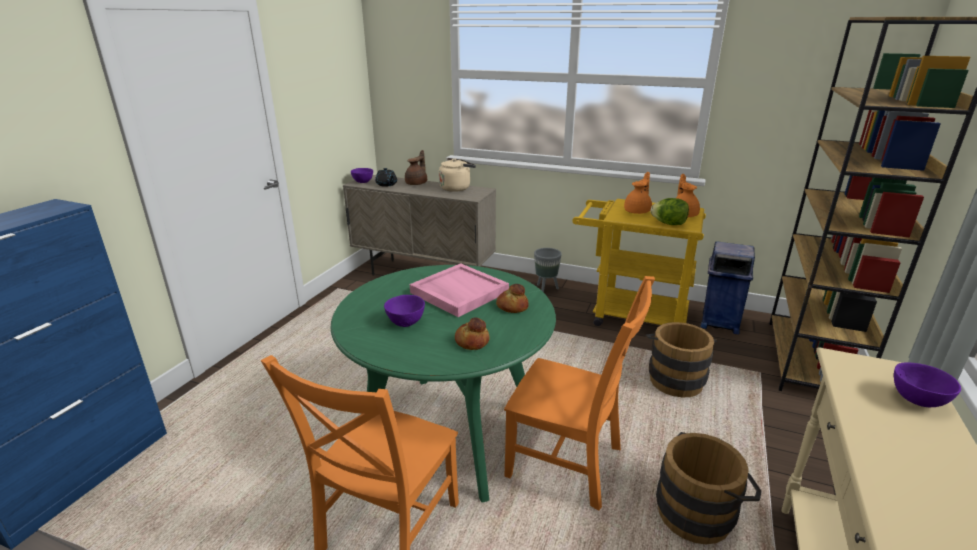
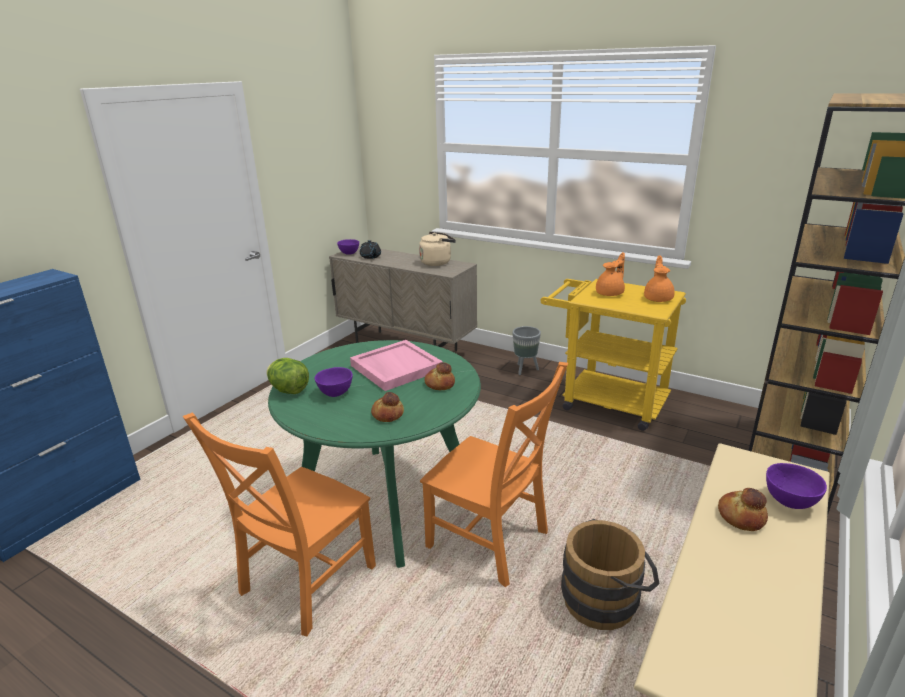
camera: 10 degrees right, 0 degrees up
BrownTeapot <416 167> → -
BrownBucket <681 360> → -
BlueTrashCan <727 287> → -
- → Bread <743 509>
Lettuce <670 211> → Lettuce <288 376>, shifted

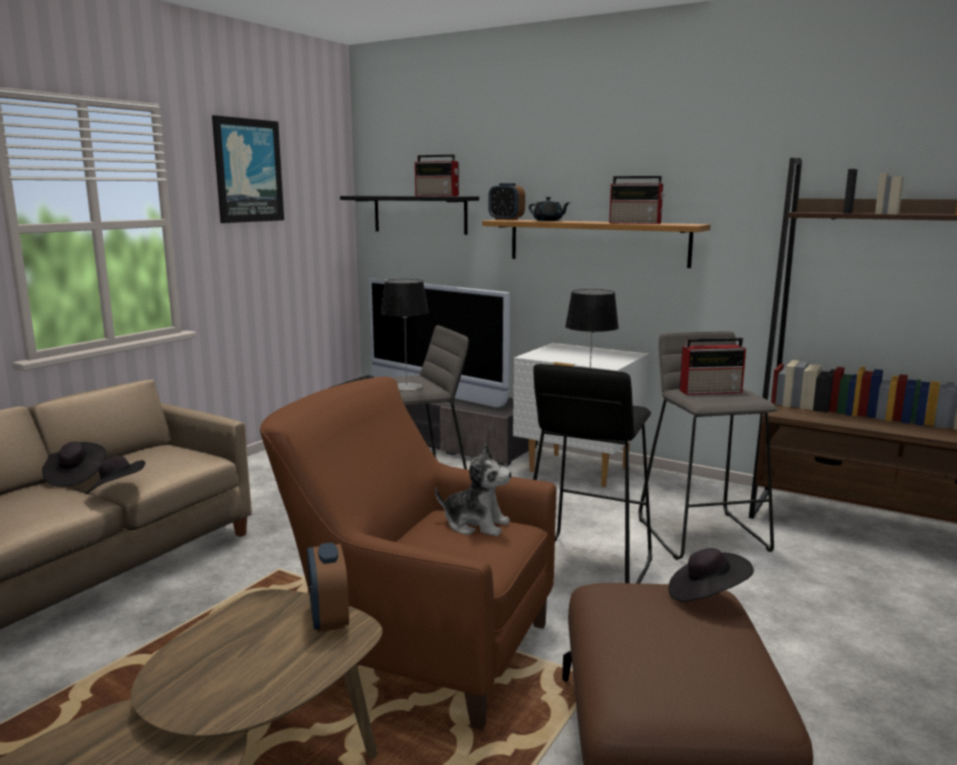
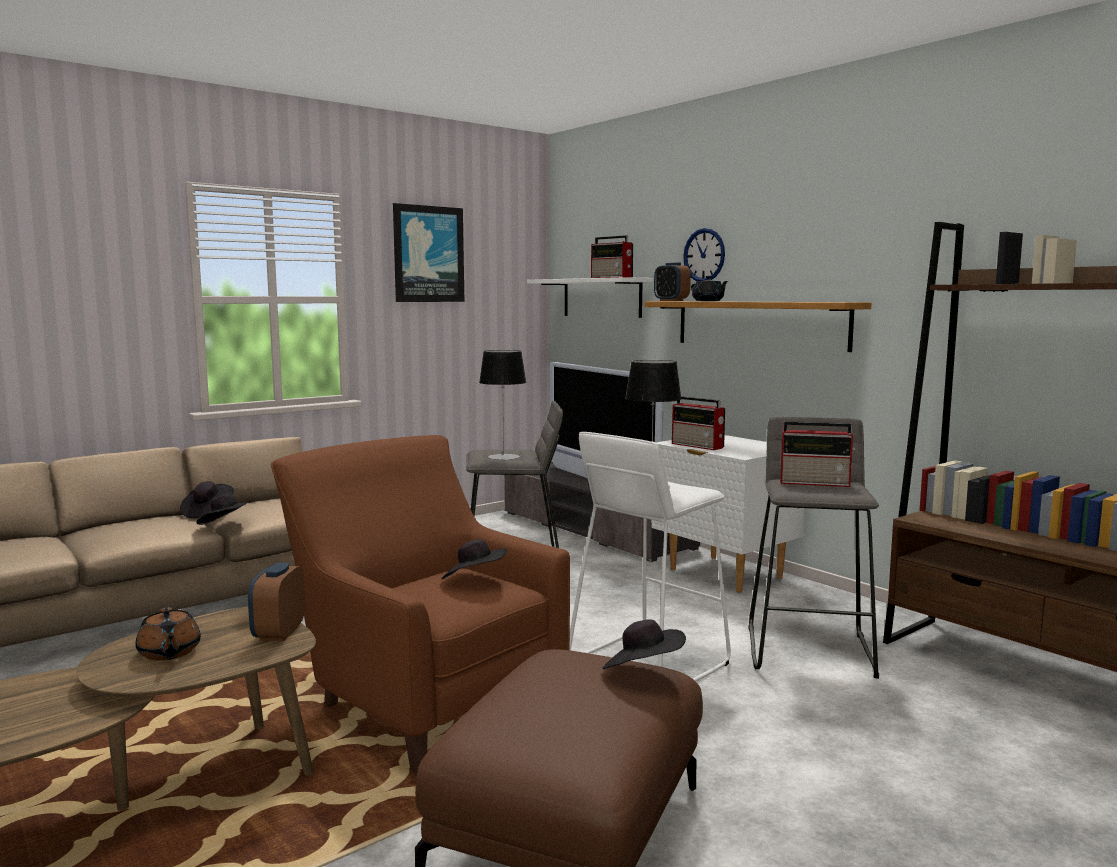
camera: 20 degrees right, 5 degrees down
- → BrownTeapot <168 634>
- → WallClock <704 254>
Radio <637 200> → Radio <698 423>, shifted
PlushToy <473 490> → BlackHat <474 559>
BlackShelf <409 215> → WhiteShelf <590 297>
BlackStool <592 474> → WhiteStool <650 556>

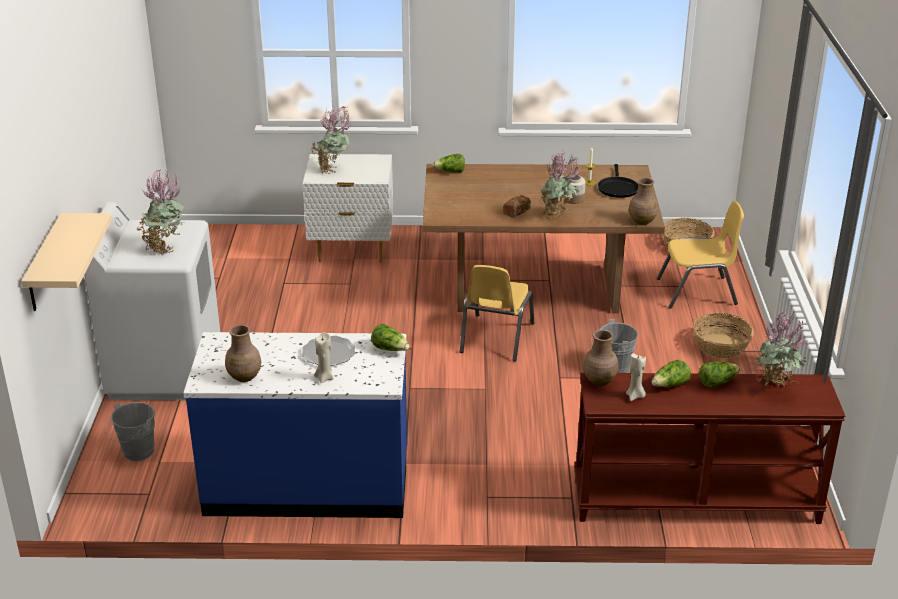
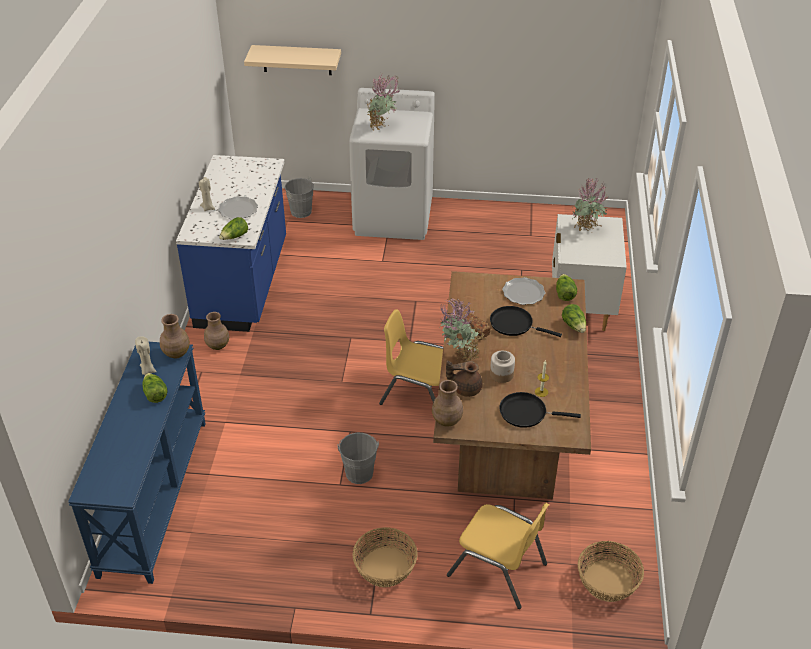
camera: 95 degrees right, 10 degrees up
PottedPlant <782 350> → -
- → BrownTeapot <464 378>
- → BlackFryingPan <526 321>
- → Plate <523 291>
BrownVase <243 353> → BrownVase <216 331>, shifted
Lettuce <719 374> → Lettuce <574 318>, shifted
BrownConsoleTable <710 448> → BlueConsoleTable <137 463>
YellowChair <700 255> → YellowChair <498 556>, 60 degrees counterclockwise

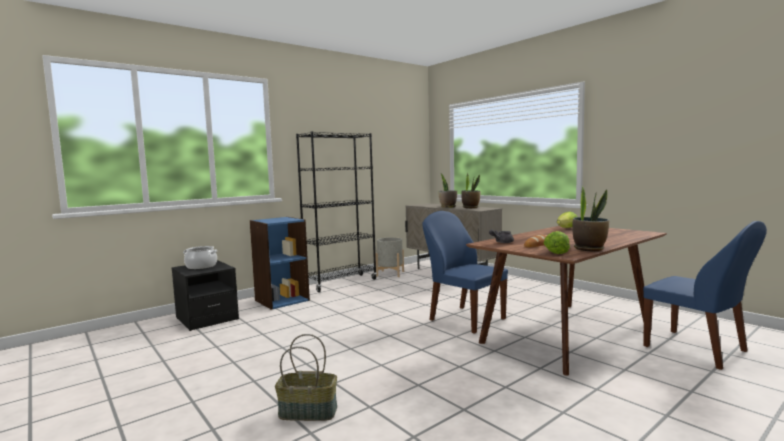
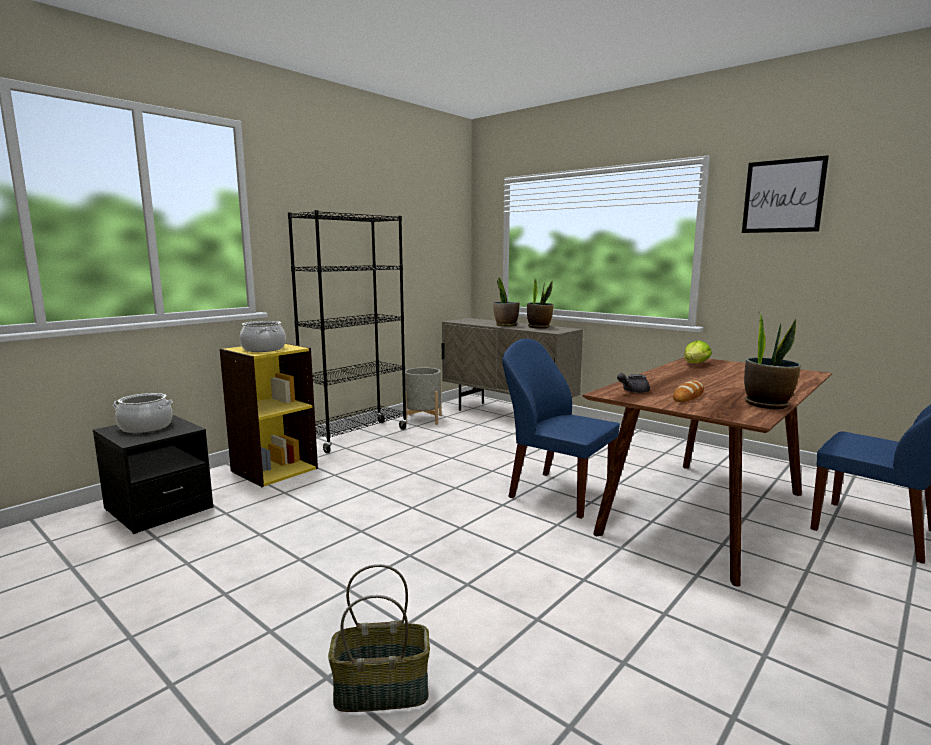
camera: 10 degrees left, 5 degrees up
Lettuce <557 242> → -
- → CookingPot <263 336>
- → Picture <785 194>
BlueBookcase <280 263> → YellowBookcase <268 415>

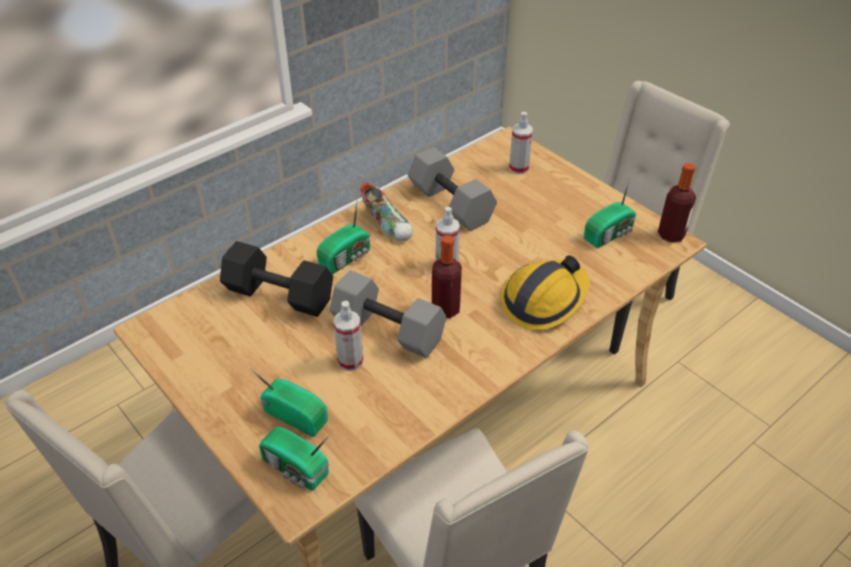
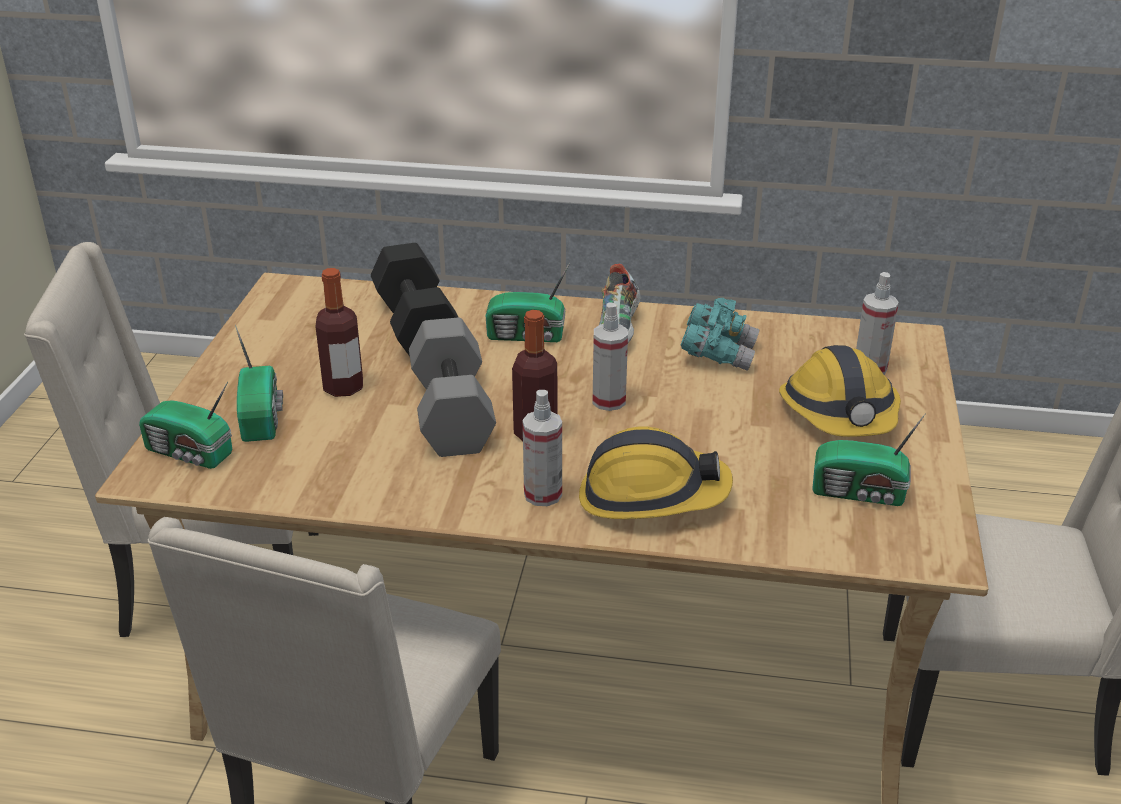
camera: 50 degrees right, 10 degrees down
- → HardHat <840 391>
SprayBottle <348 336> → SprayBottle <542 448>, shifted
Bottle <677 203> → Bottle <339 332>, shifted
GreyDumbbell <452 189> → TurquoiseBinoculars <720 334>
Radio <294 459> → Radio <185 425>, 60 degrees counterclockwise

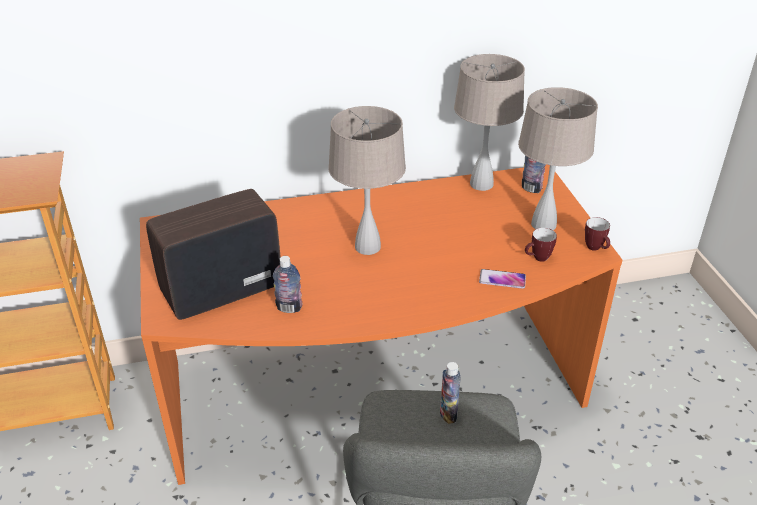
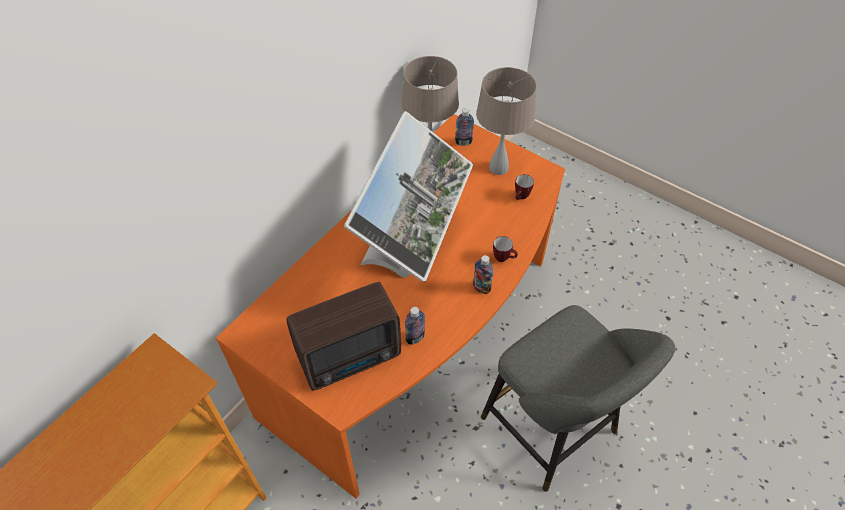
camera: 40 degrees left, 15 degrees up
Phone <502 279> → -
Bottle <450 393> → Bottle <483 274>, shifted
Mug <597 234> → Mug <505 249>, shifted
BeigeTableLamp <367 180> → Monitor <408 196>
Radio <213 254> → Radio <343 336>, 135 degrees counterclockwise

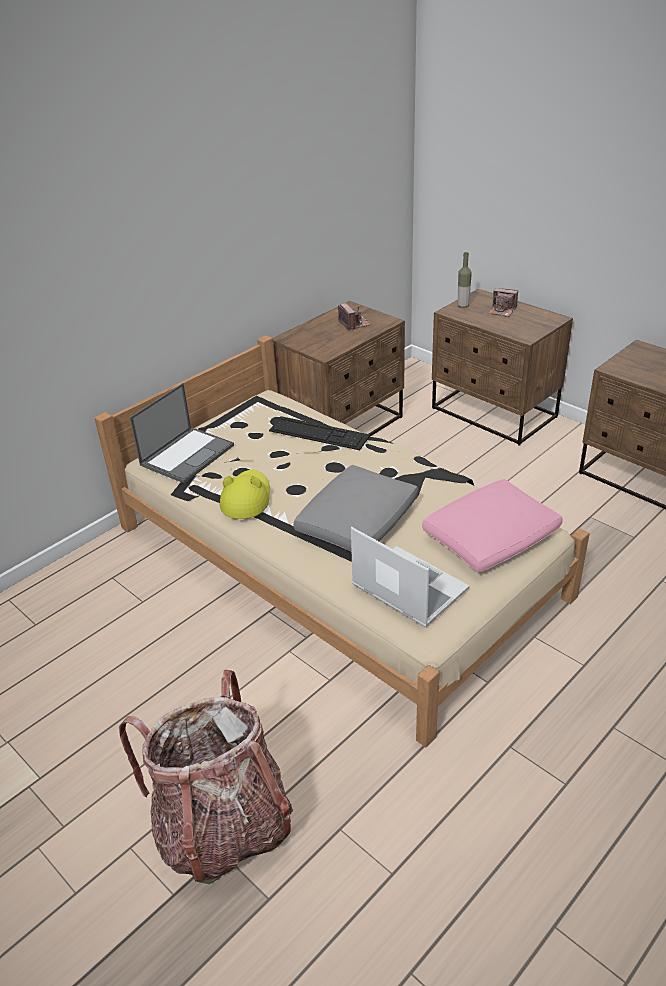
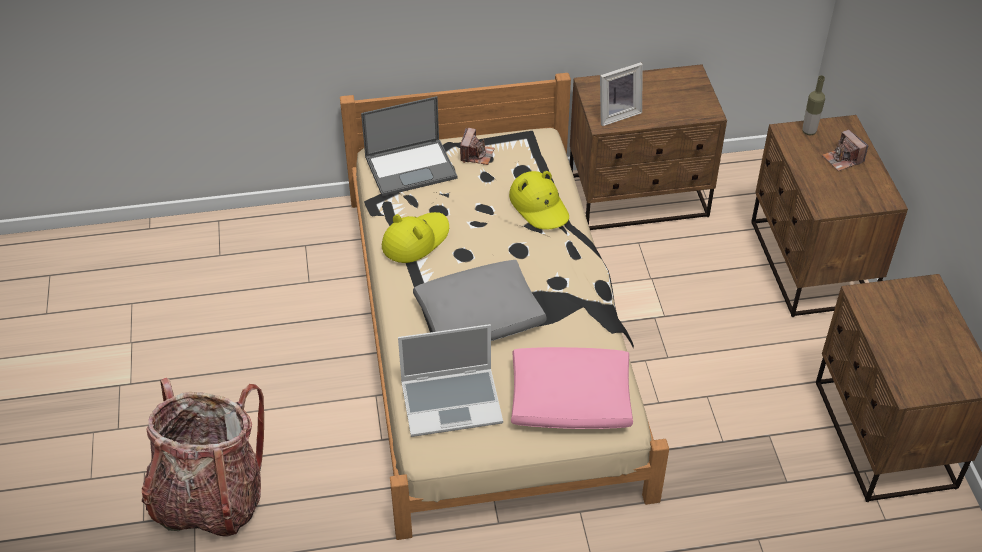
camera: 35 degrees right, 10 degrees up
- → PictureFrame <621 94>
PhotoCamera <354 316> → PhotoCamera <477 146>, shifted
Keyboard <319 433> → YellowHat <539 200>
Laptop <410 577> → Laptop <450 380>, 90 degrees clockwise

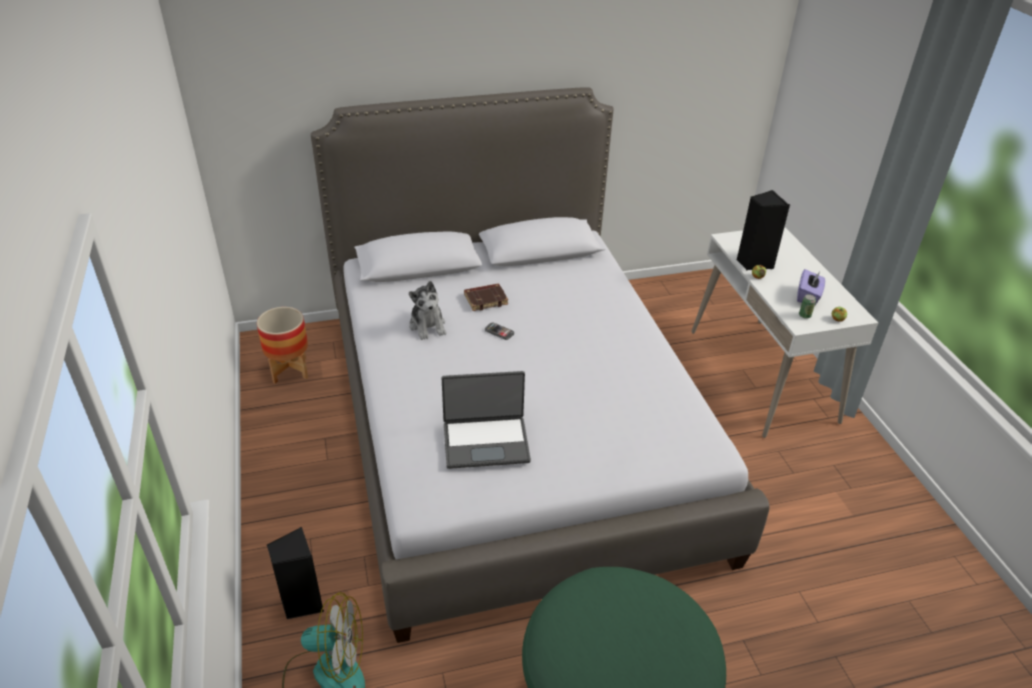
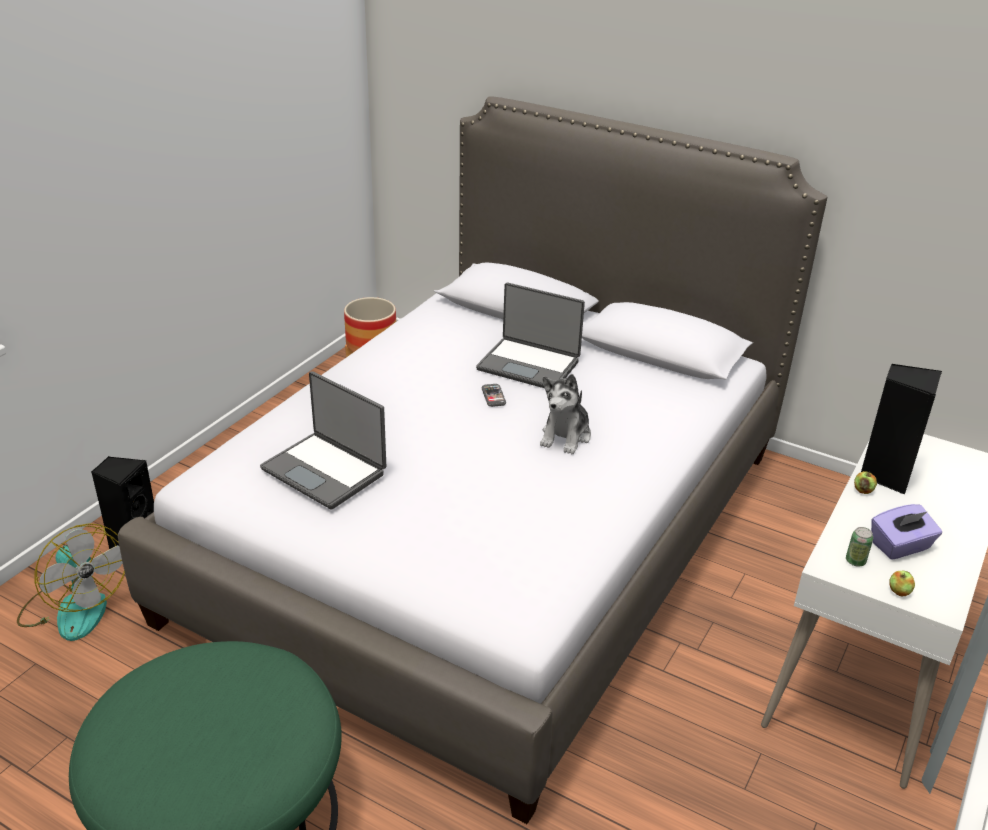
camera: 45 degrees right, 5 degrees down
PlushToy <427 310> → PlushToy <565 414>, shifted
BrownBook <486 297> → Laptop <530 335>

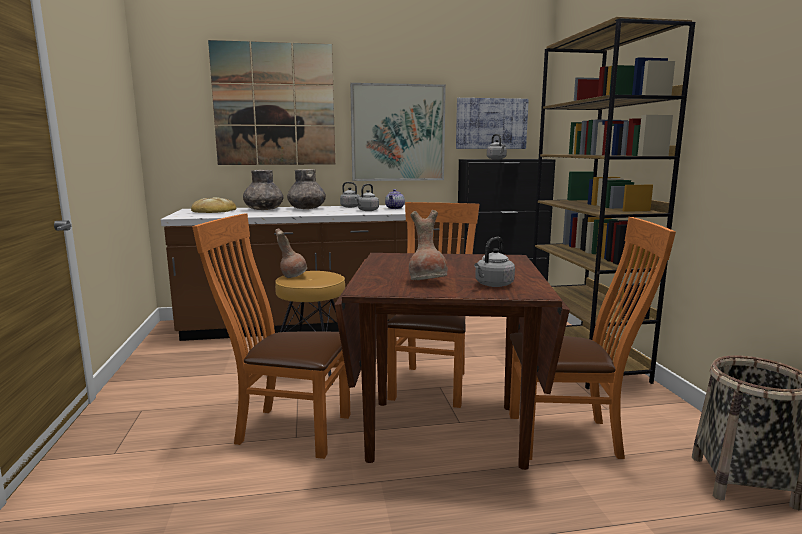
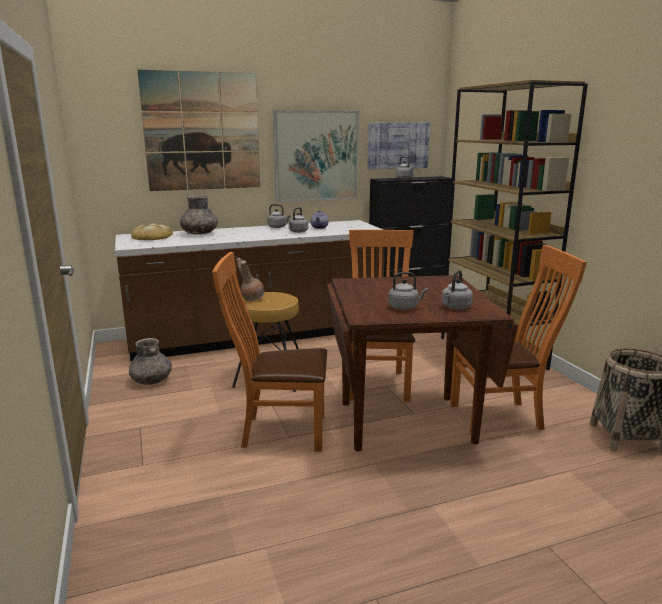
camera: 10 degrees left, 5 degrees up
GreyVase <306 189> → GreyVase <150 361>, shifted
BrownVase <428 245> → GreyKettle <408 291>

